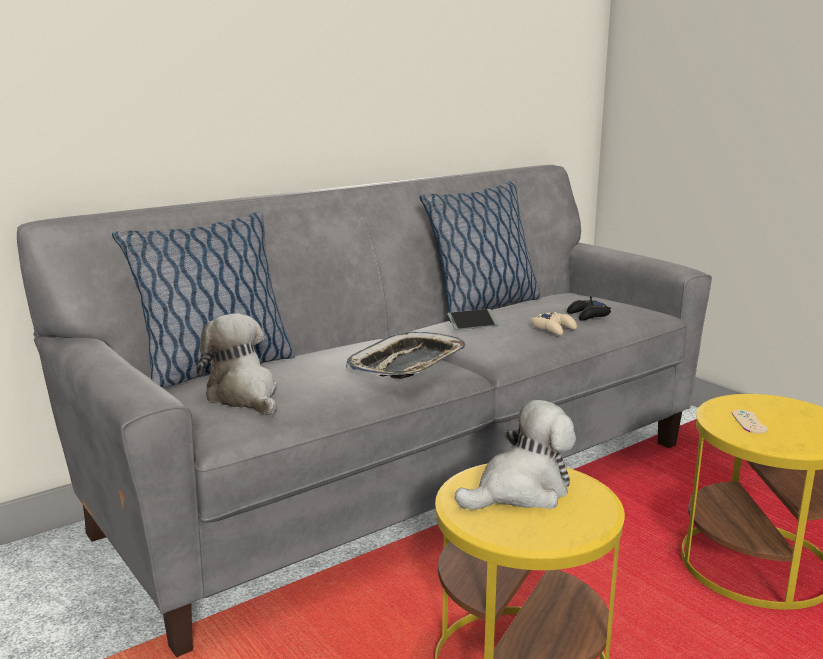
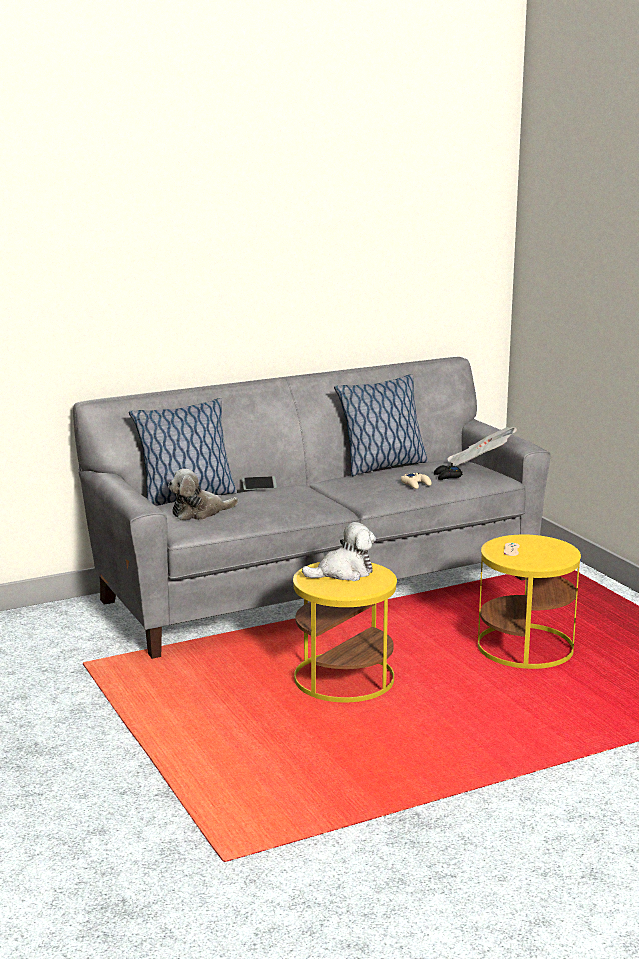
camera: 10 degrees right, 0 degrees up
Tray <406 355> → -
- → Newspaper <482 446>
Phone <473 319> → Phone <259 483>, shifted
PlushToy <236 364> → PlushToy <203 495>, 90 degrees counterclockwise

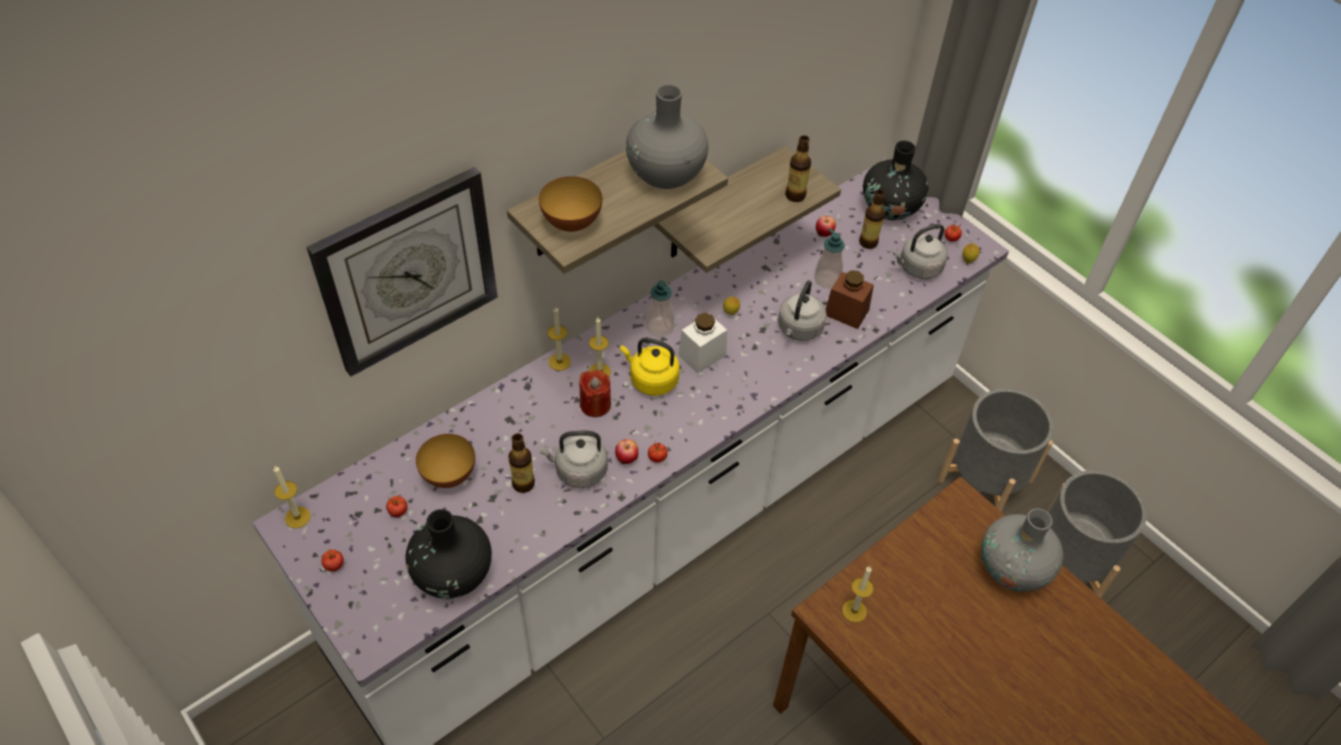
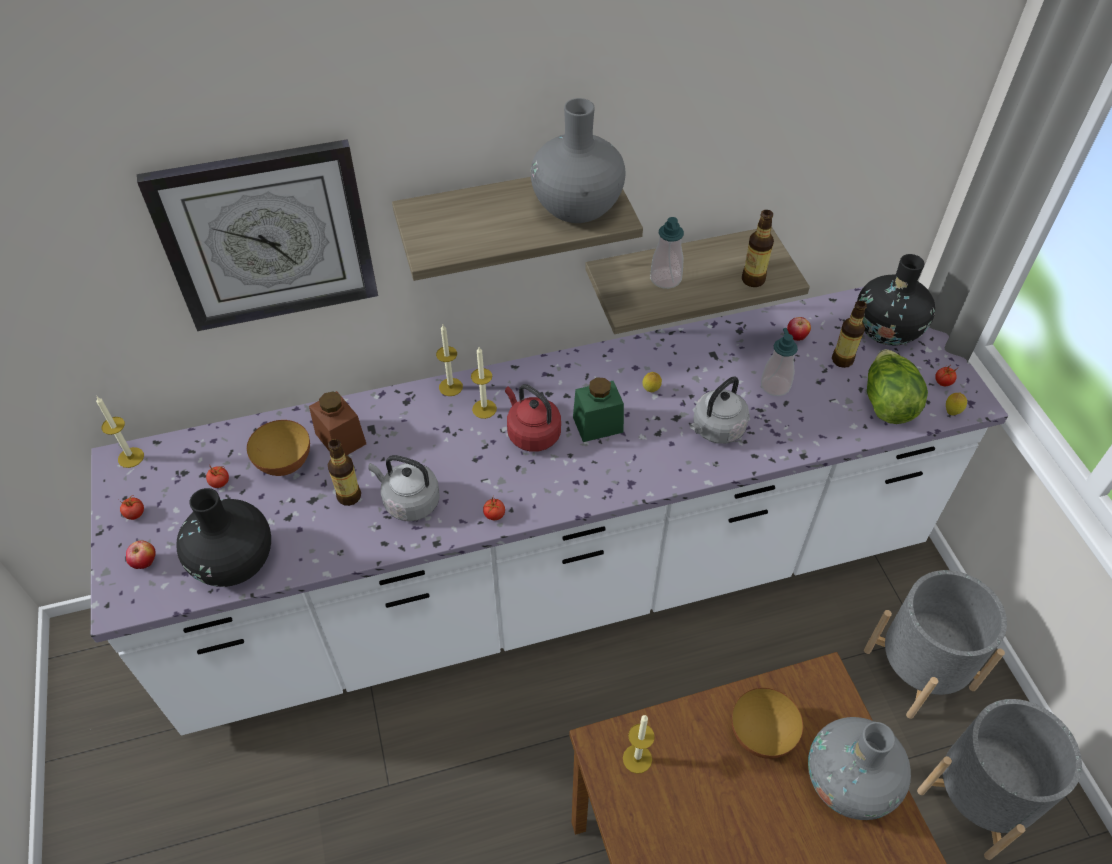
camera: 25 degrees right, 0 degrees up
RedCandle <595 393> → -
Bowl <570 204> → Bowl <767 723>, shifted
Apple <626 451> → Apple <141 554>, shifted
SoapDispenser <660 308> → SoapDispenser <667 253>, shifted
BrownJar <850 299> → BrownJar <337 423>, shifted
GreyKettle <920 251> → Lettuce <897 386>
YellowKettle <650 367> → RedKettle <533 418>
WhiteJar <702 343> → GreenJar <598 409>

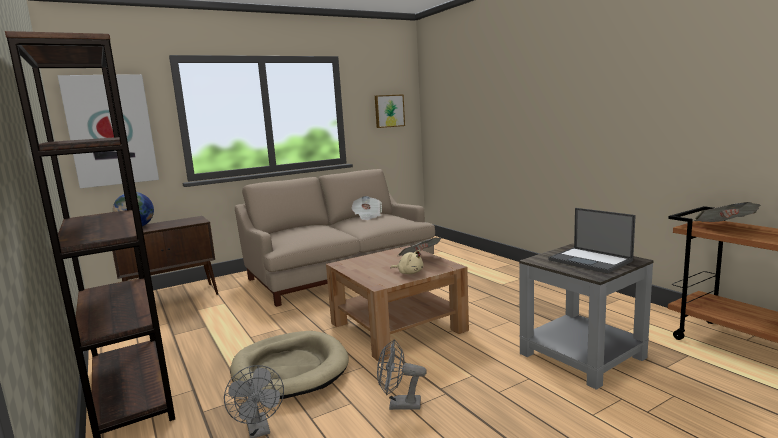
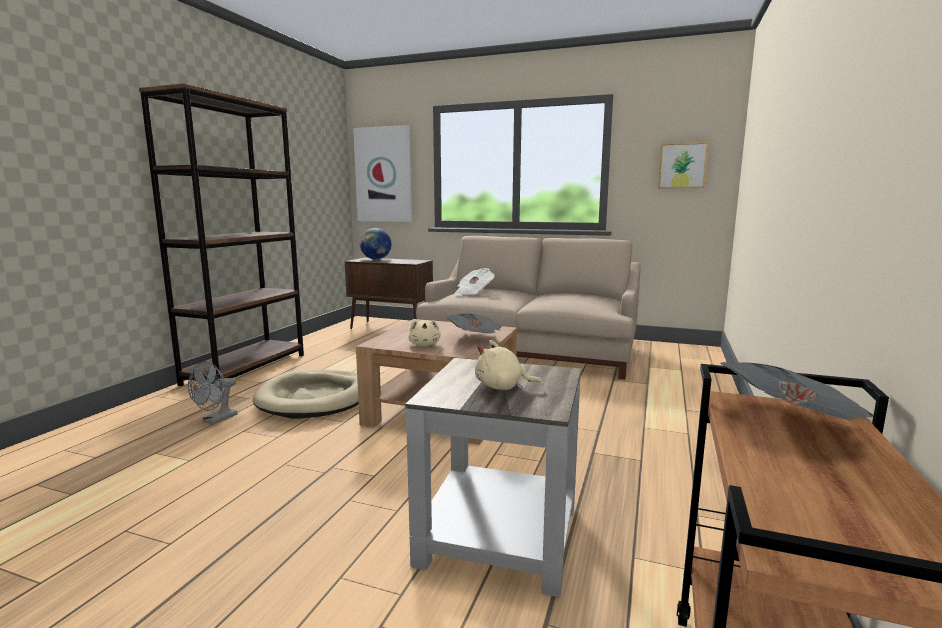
camera: 50 degrees right, 0 degrees up
GreyFan <402 374> → -
Newspaper <366 208> → Newspaper <474 281>, shifted
Laptop <592 240> → BeigePlushToy <509 365>

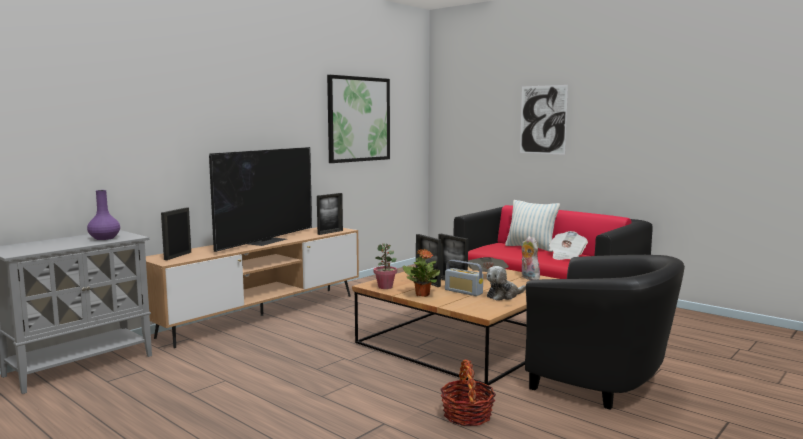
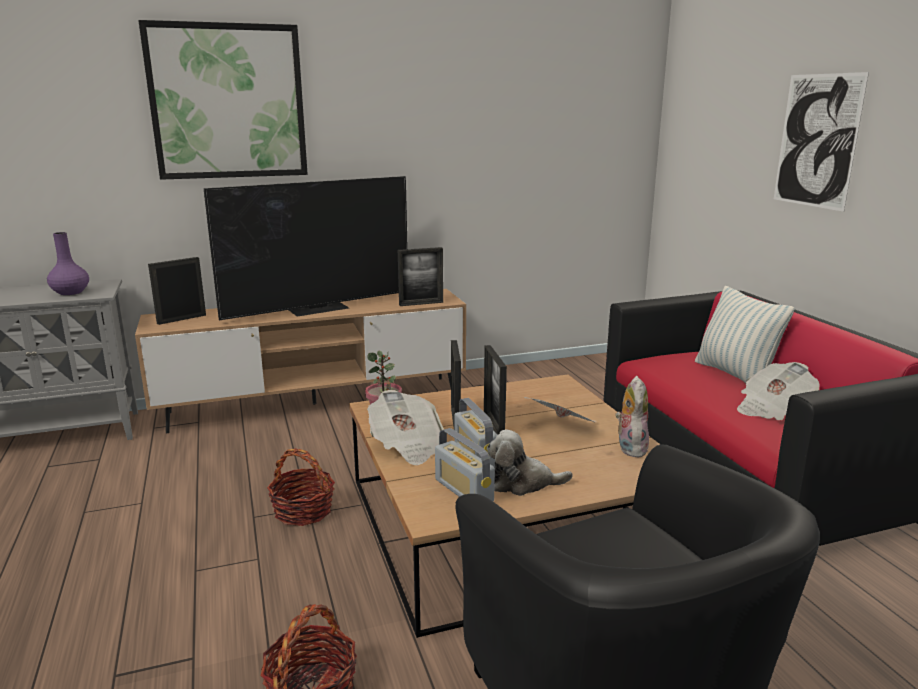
camera: 30 degrees right, 10 degrees up
- → Basket <301 487>
- → Radio <465 465>
Picture <358 119> → Picture <223 100>, shifted
PottedPlant <421 273> → Newspaper <405 428>

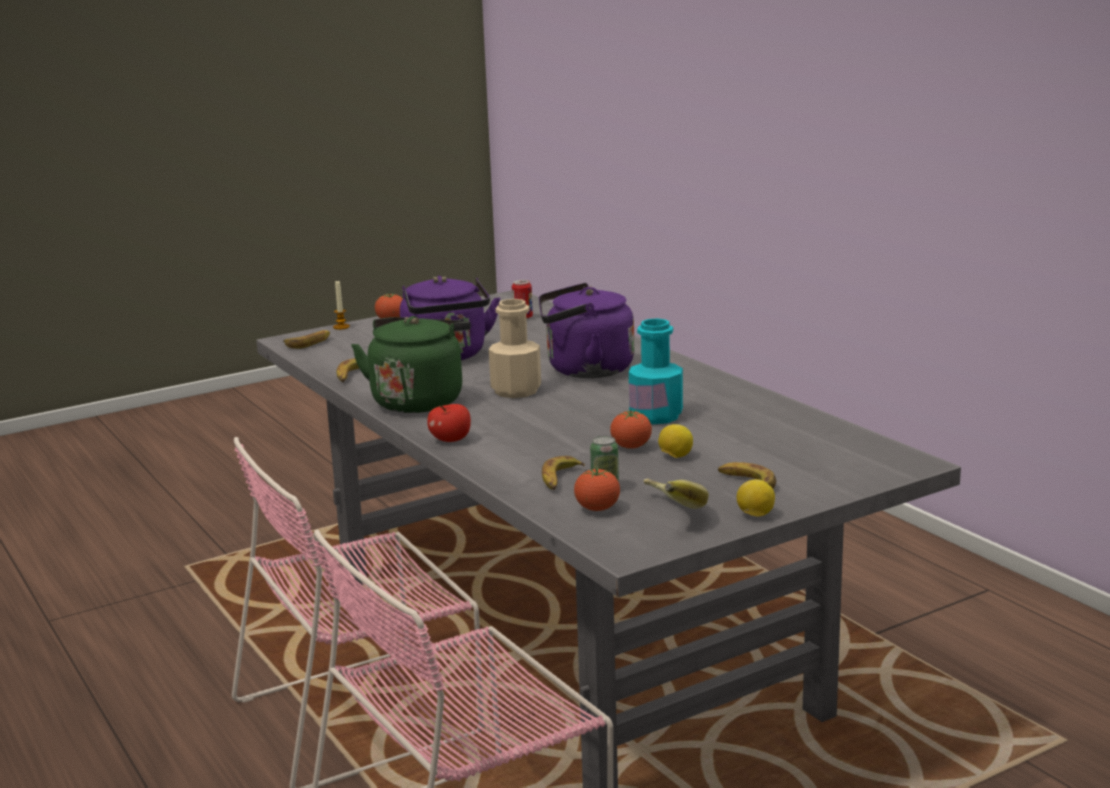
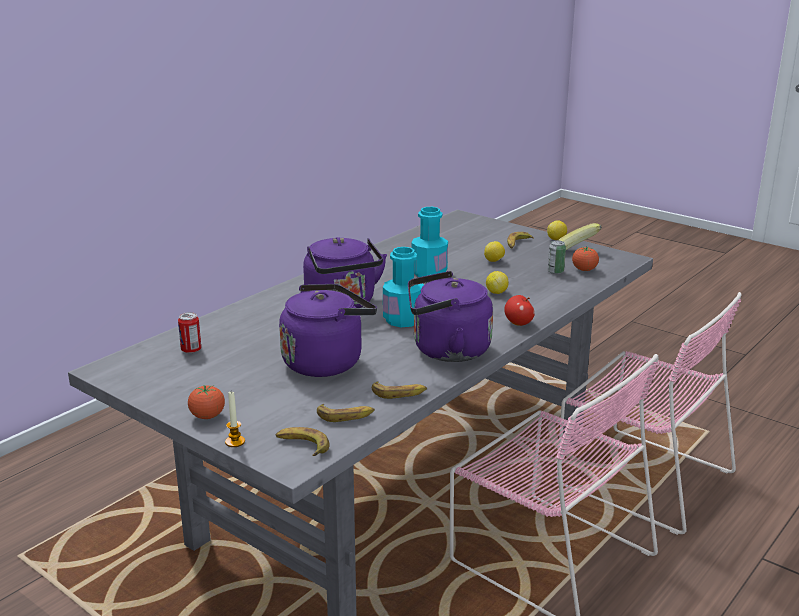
camera: 110 degrees left, 5 degrees up
Tomato <631 429> → -
- → Lemon <497 282>
Banana <563 473> → Banana <346 413>, shifted
GreenKettle <411 364> → PurpleKettle <450 316>
BeigeBottle <515 348> → TurquoiseBottle <403 287>

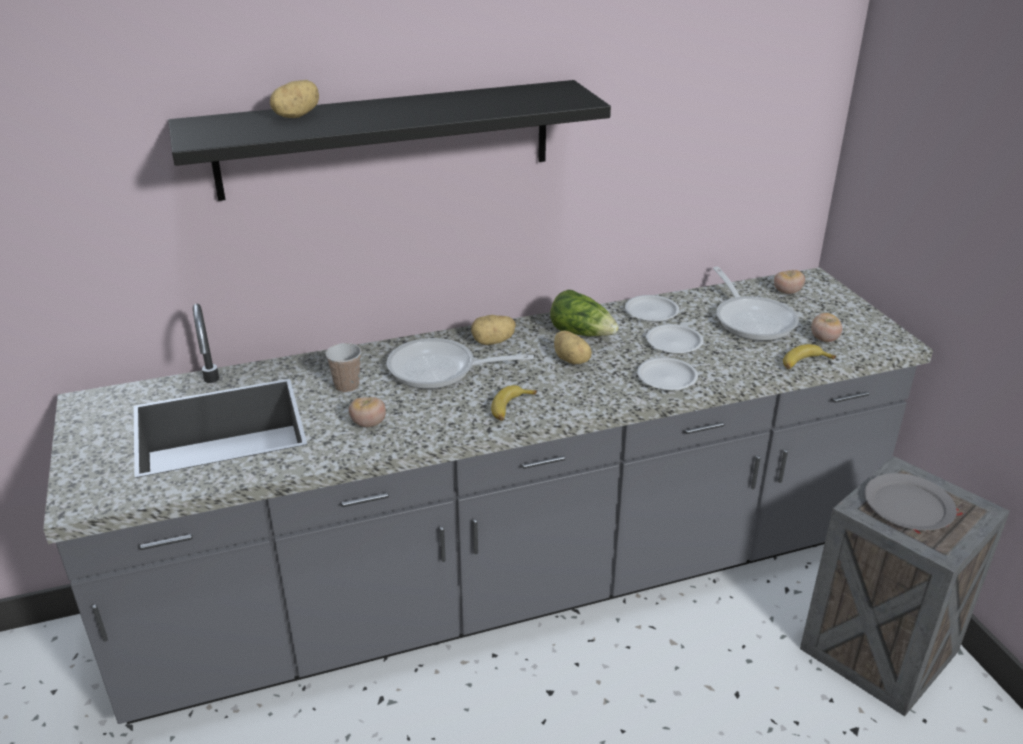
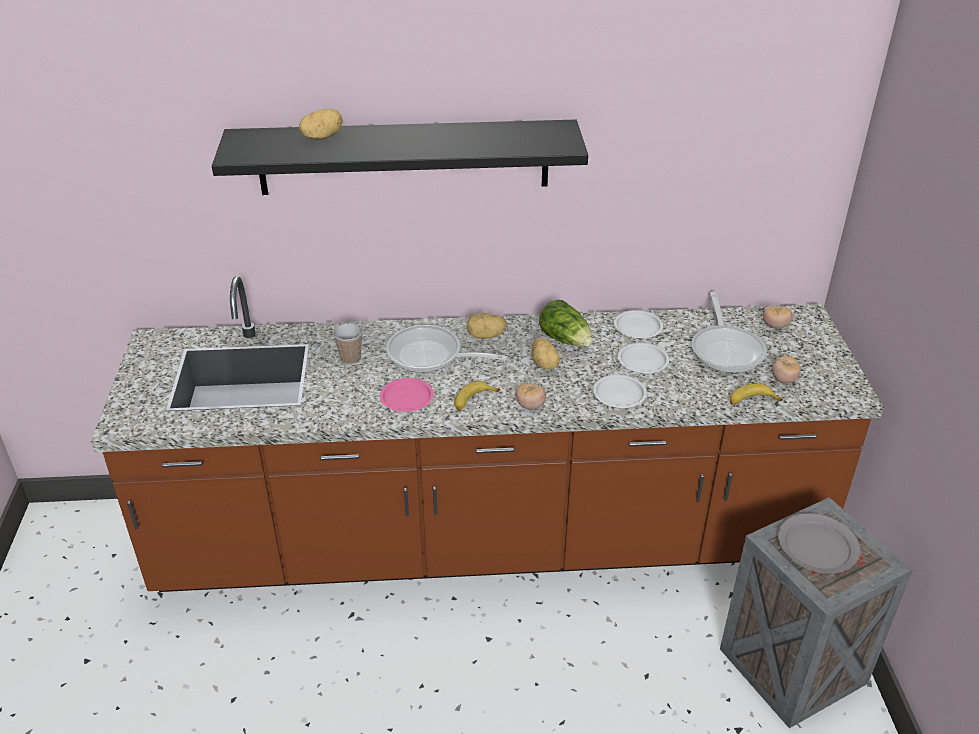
camera: 15 degrees right, 5 degrees up
- → PinkPlate <407 395>
Tomato <367 412> → Tomato <530 397>, shifted
GreyCounter <488 495> → BrownCounter <487 434>

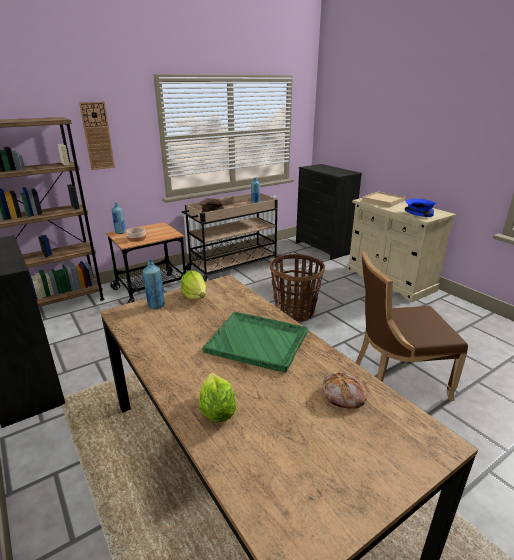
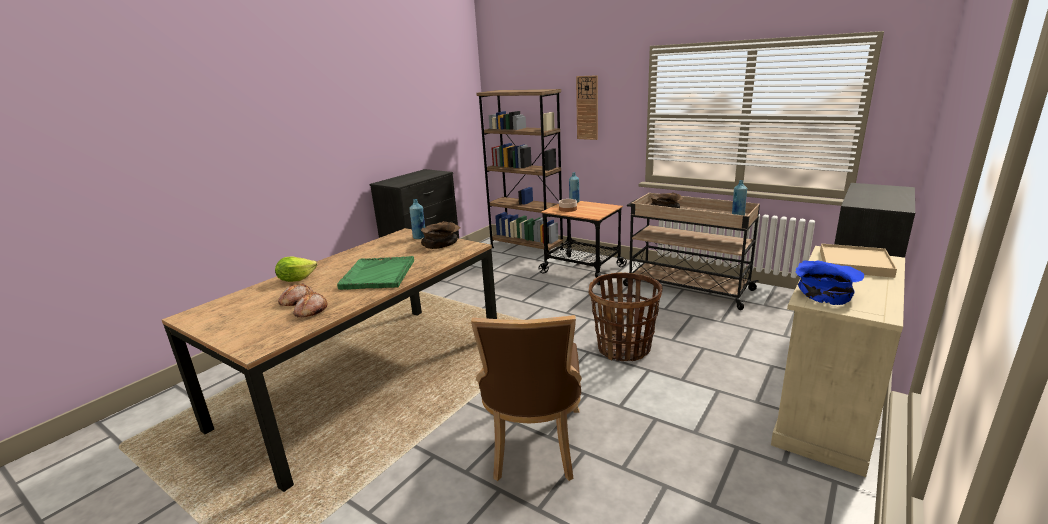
camera: 70 degrees right, 5 degrees down
- → Bread <295 294>
Lettuce <193 285> → BrownBowl <441 235>
BrownChair <412 326> → BrownChair <526 398>, 150 degrees counterclockwise

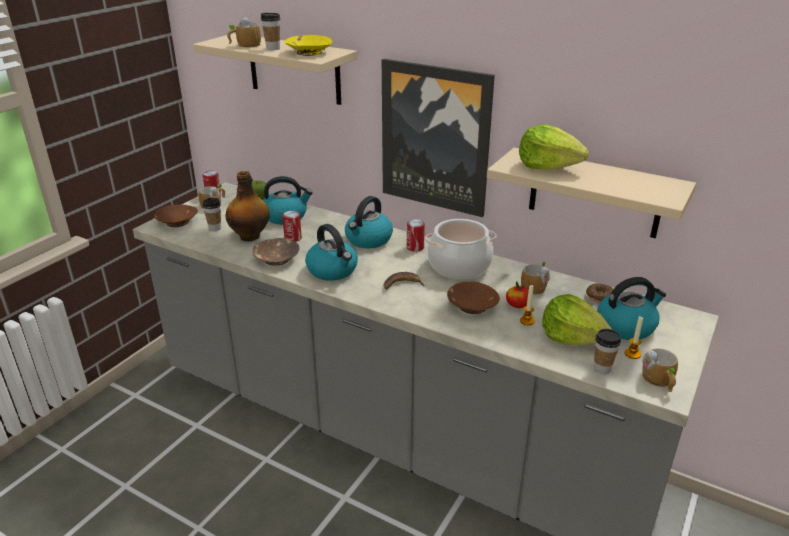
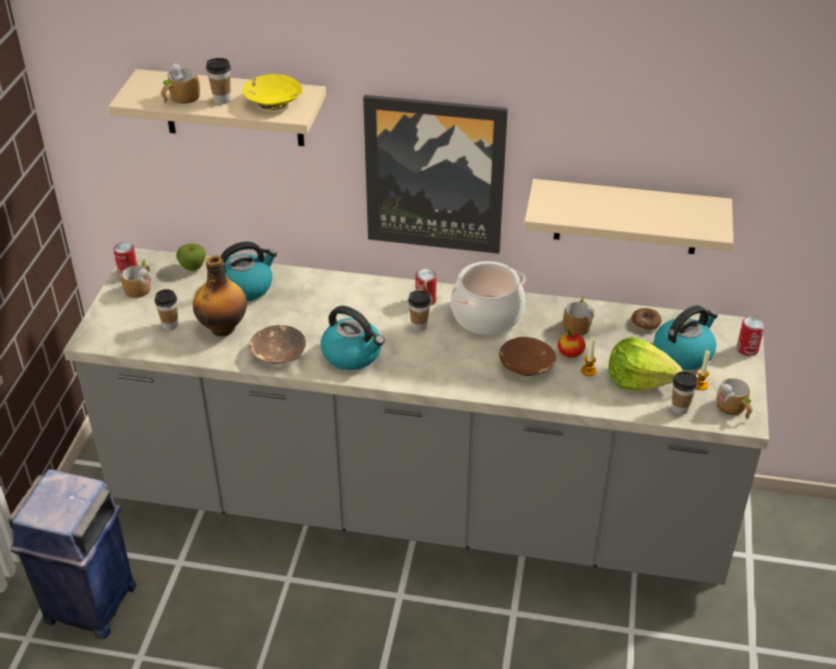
camera: 20 degrees left, 10 degrees up
BrownBowl <176 215> → -
Kettle <369 222> → -
Banana <404 280> → -
Lettuce <554 147> → -
- → BlueTrashCan <72 554>
- → Cup <419 310>
Can <292 226> → Can <751 336>, shifted

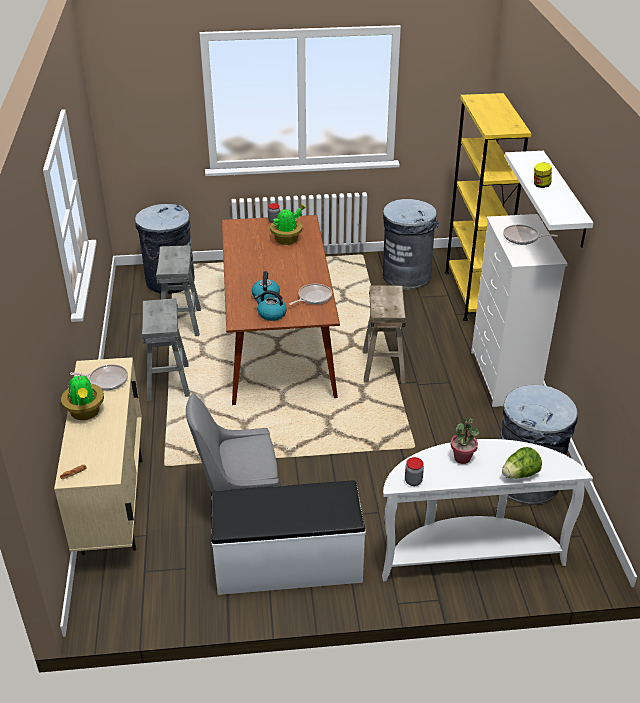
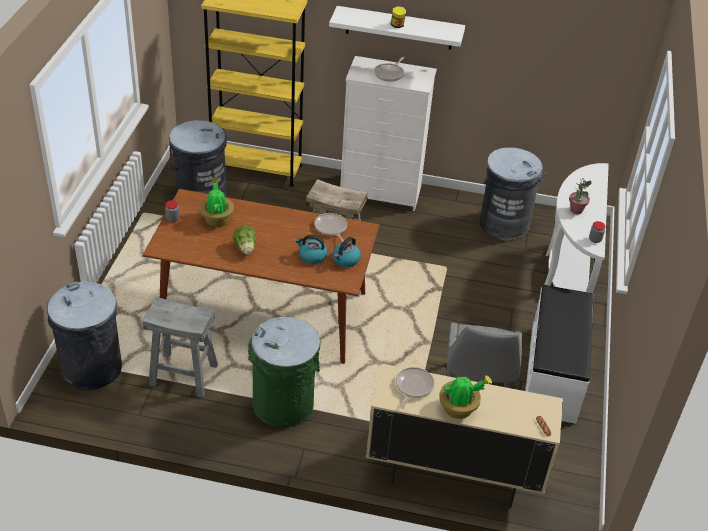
camera: 75 degrees left, 5 degrees up
Lettuce <522 462> → Lettuce <244 240>, shifted
GreyStool <166 349> → GreenTrashCan <284 372>

